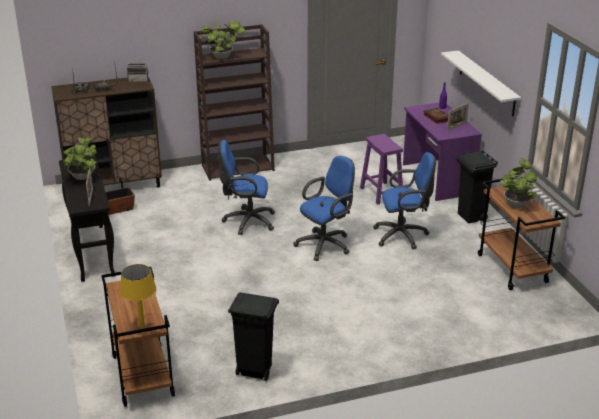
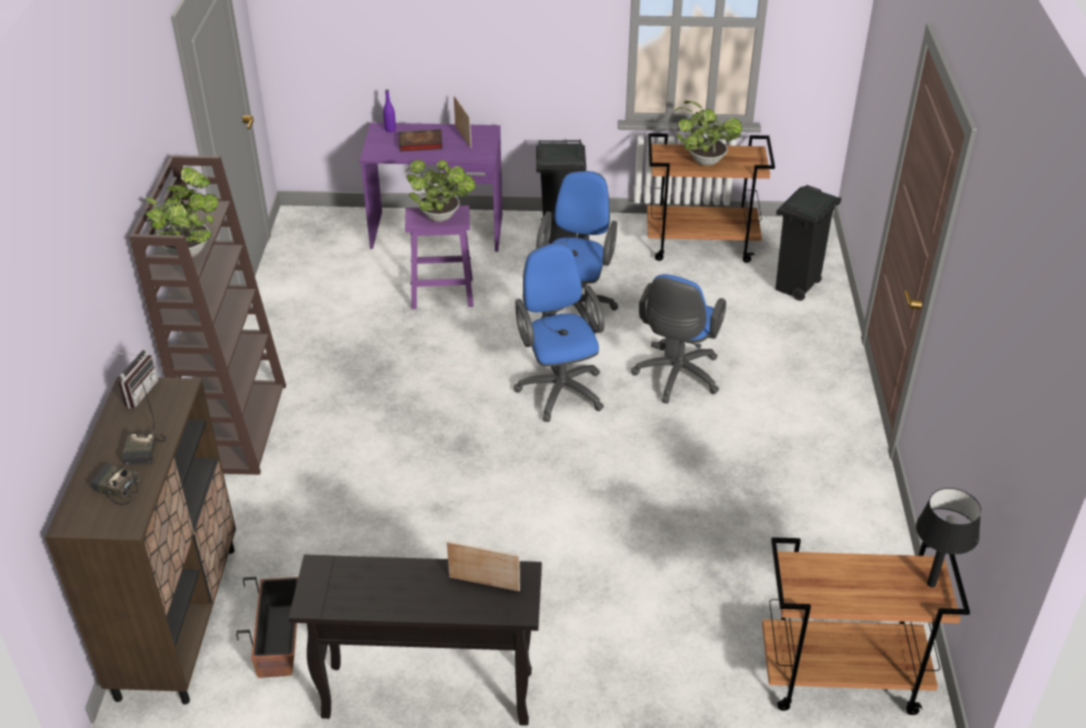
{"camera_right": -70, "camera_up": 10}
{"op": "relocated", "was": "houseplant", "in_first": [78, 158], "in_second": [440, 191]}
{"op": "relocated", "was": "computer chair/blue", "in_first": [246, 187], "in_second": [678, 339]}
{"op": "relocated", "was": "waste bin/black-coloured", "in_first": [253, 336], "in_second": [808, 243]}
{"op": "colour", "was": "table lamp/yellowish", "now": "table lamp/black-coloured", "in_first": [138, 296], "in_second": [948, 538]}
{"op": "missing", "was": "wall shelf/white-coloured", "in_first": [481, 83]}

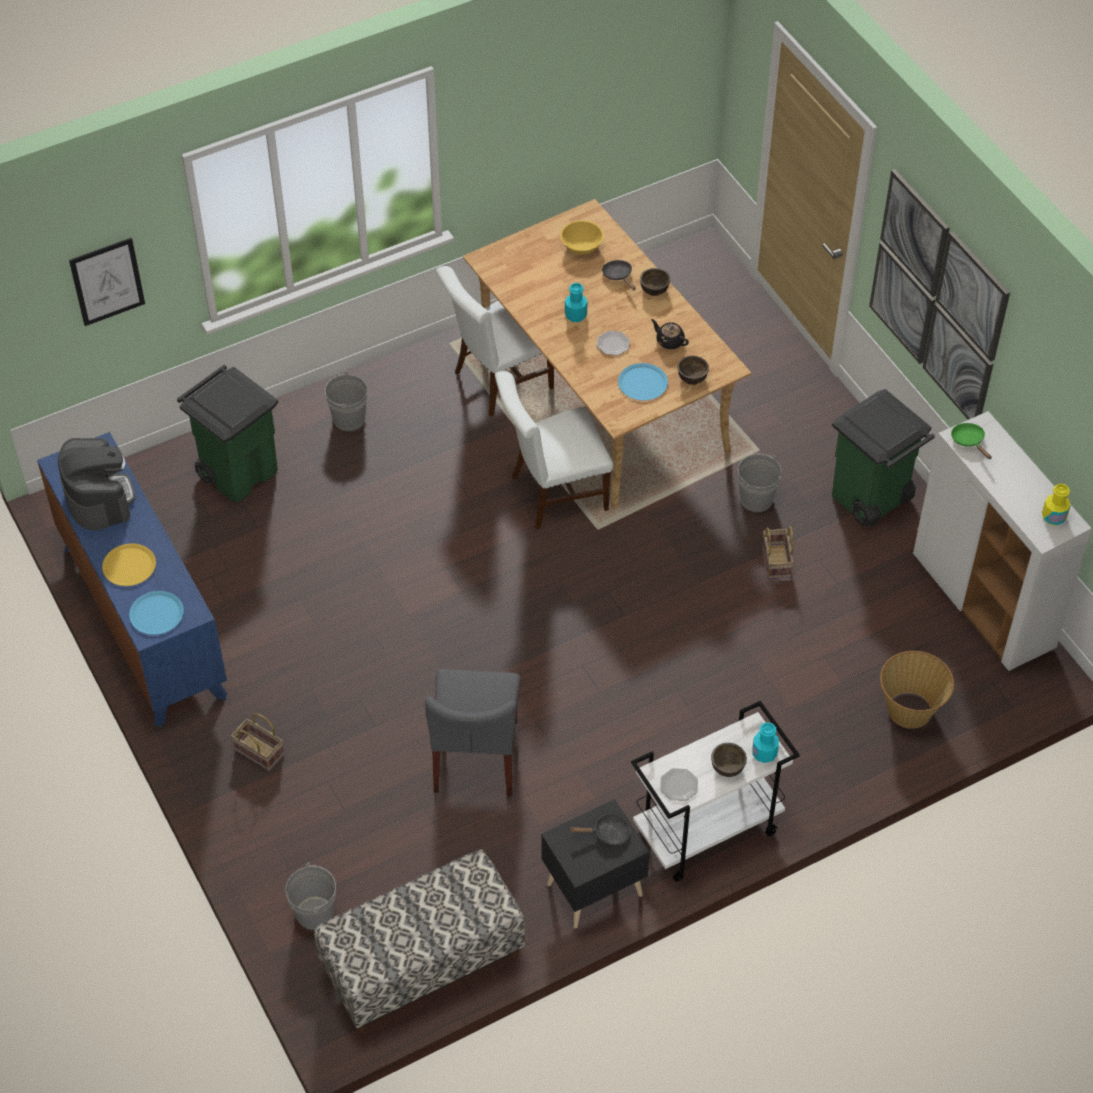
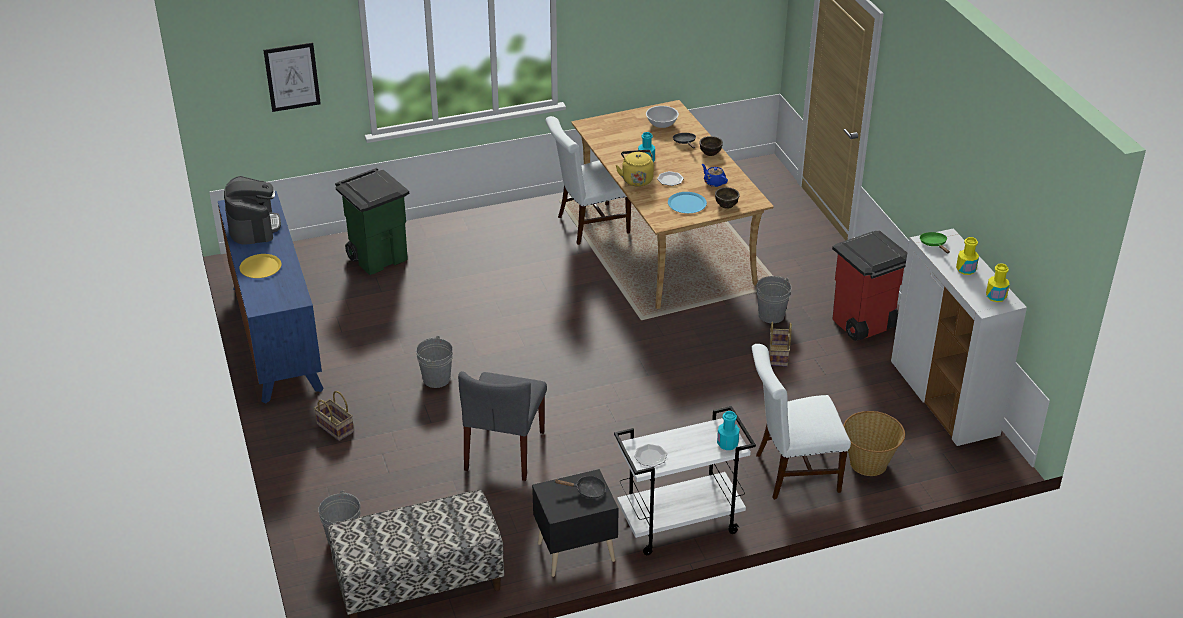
{"camera_right": 10, "camera_up": -15}
{"op": "relocated", "was": "water bucket/grey", "in_first": [346, 401], "in_second": [434, 362]}
{"op": "appeared", "now": "tea kettle/yellowish", "in_second": [635, 168]}
{"op": "colour", "was": "serving bowl/yellowish", "now": "serving bowl/white-coloured", "in_first": [582, 237], "in_second": [662, 117]}
{"op": "colour", "was": "pot for tea/black-coloured", "now": "pot for tea/blue", "in_first": [670, 334], "in_second": [715, 175]}
{"op": "relocated", "was": "upright chair/white-coloured", "in_first": [554, 450], "in_second": [801, 422]}
{"op": "colour", "was": "waste bin/green", "now": "waste bin/red-coloured", "in_first": [883, 457], "in_second": [869, 285]}
{"op": "appeared", "now": "beverage bottle/yellowish", "in_second": [967, 256]}
{"op": "missing", "was": "dinner plate/blue", "in_first": [156, 613]}
{"op": "missing", "was": "serving bowl/brown-coloured", "in_first": [729, 760]}
{"op": "missing", "was": "picture", "in_first": [939, 294]}

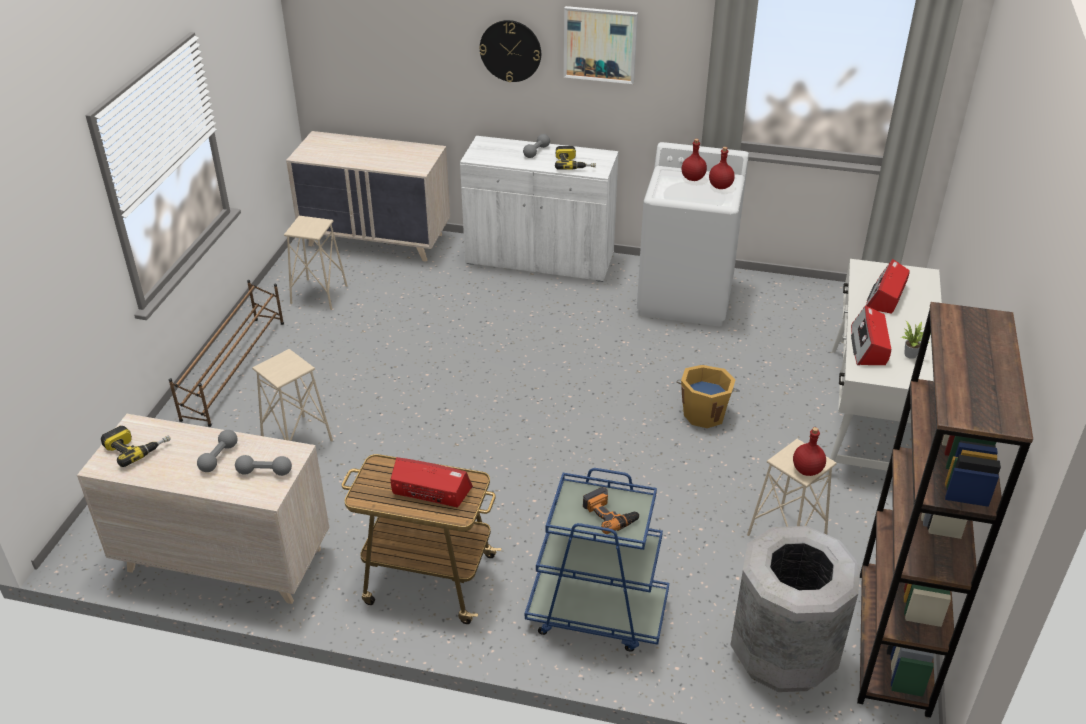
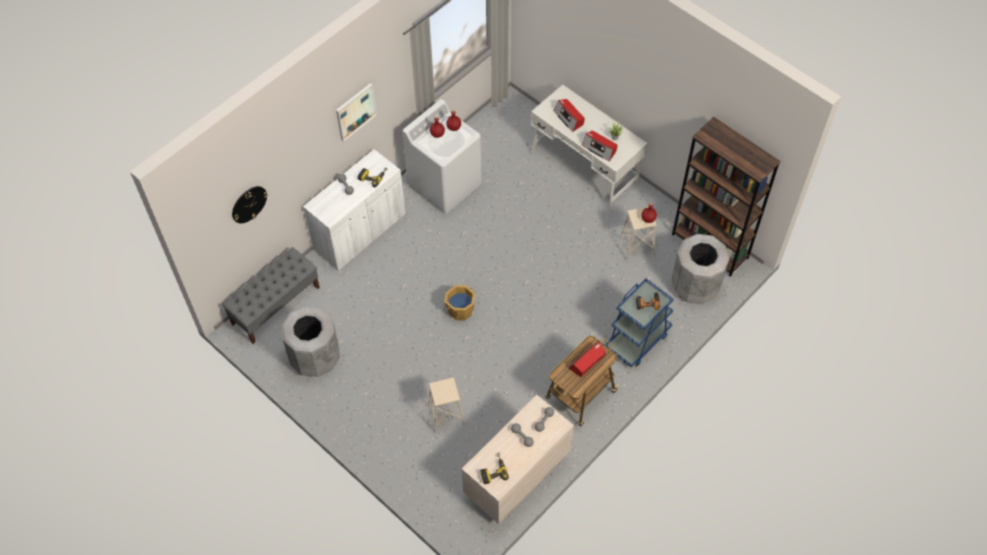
{"camera_right": -60, "camera_up": 20}
{"op": "exchanged", "was": "chest of drawers/beige-coloured", "now": "long seat/grey", "in_first": [368, 196], "in_second": [271, 295]}
{"op": "relocated", "was": "wall clock", "in_first": [510, 51], "in_second": [250, 204]}
{"op": "exchanged", "was": "sitting stool/beige-coloured", "now": "waste bin/grey", "in_first": [316, 263], "in_second": [310, 341]}
{"op": "relocated", "was": "water bucket/orange-coloured", "in_first": [708, 396], "in_second": [459, 303]}
{"op": "missing", "was": "shoe stand/brown-coloured", "in_first": [226, 353]}

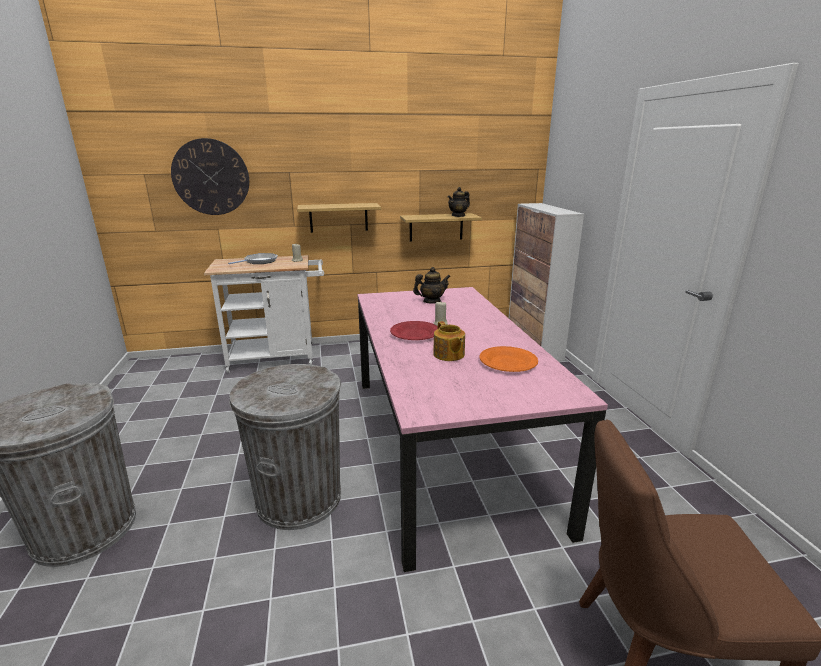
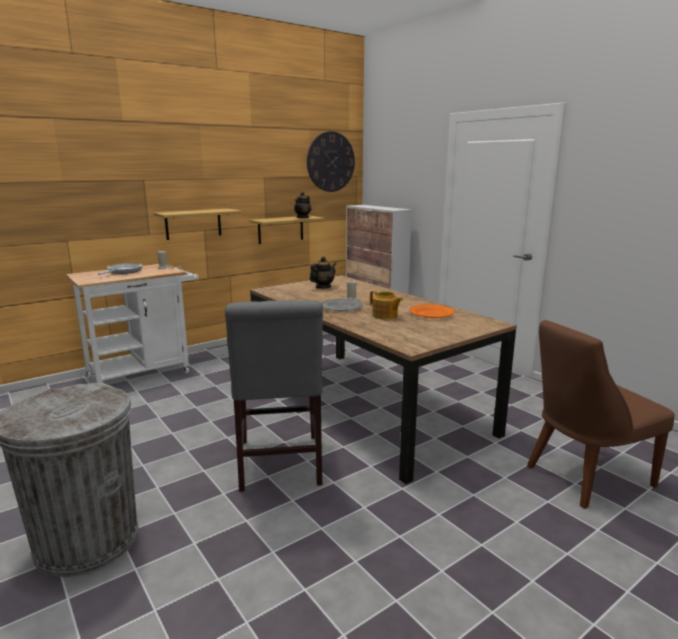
{"camera_right": -25, "camera_up": -5}
{"op": "exchanged", "was": "waste bin/grey", "now": "upright chair/grey", "in_first": [285, 447], "in_second": [274, 396]}
{"op": "colour", "was": "dinner table/pink", "now": "dinner table/brown-coloured", "in_first": [482, 429], "in_second": [383, 379]}
{"op": "relocated", "was": "wall clock", "in_first": [210, 176], "in_second": [331, 161]}
{"op": "colour", "was": "dinner plate/red-coloured", "now": "dinner plate/grey", "in_first": [414, 330], "in_second": [342, 305]}

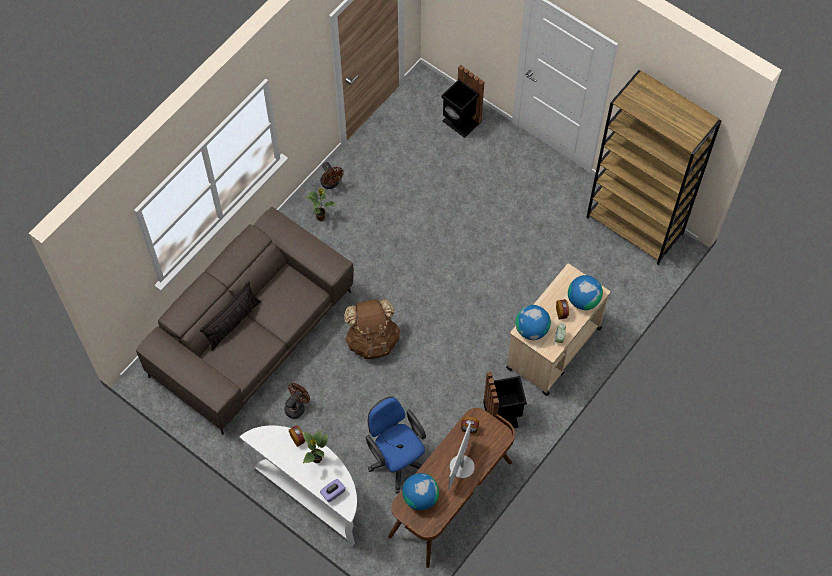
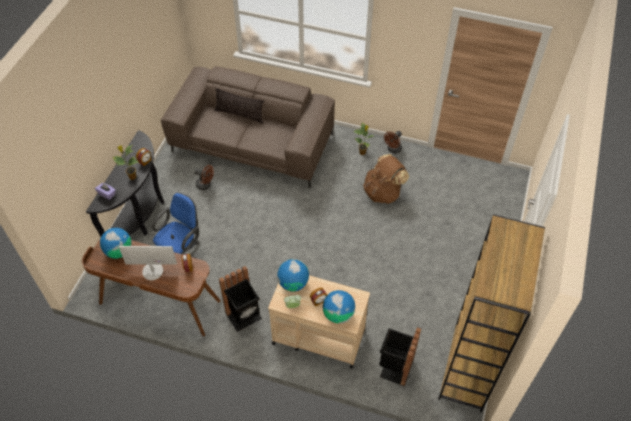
{"camera_right": 70, "camera_up": -10}
{"op": "colour", "was": "console table/white-coloured", "now": "console table/black-coloured", "in_first": [298, 486], "in_second": [125, 183]}
{"op": "relocated", "was": "rucksack/brown-coloured", "in_first": [372, 329], "in_second": [386, 179]}
{"op": "relocated", "was": "waste bin/black-coloured", "in_first": [462, 101], "in_second": [400, 356]}

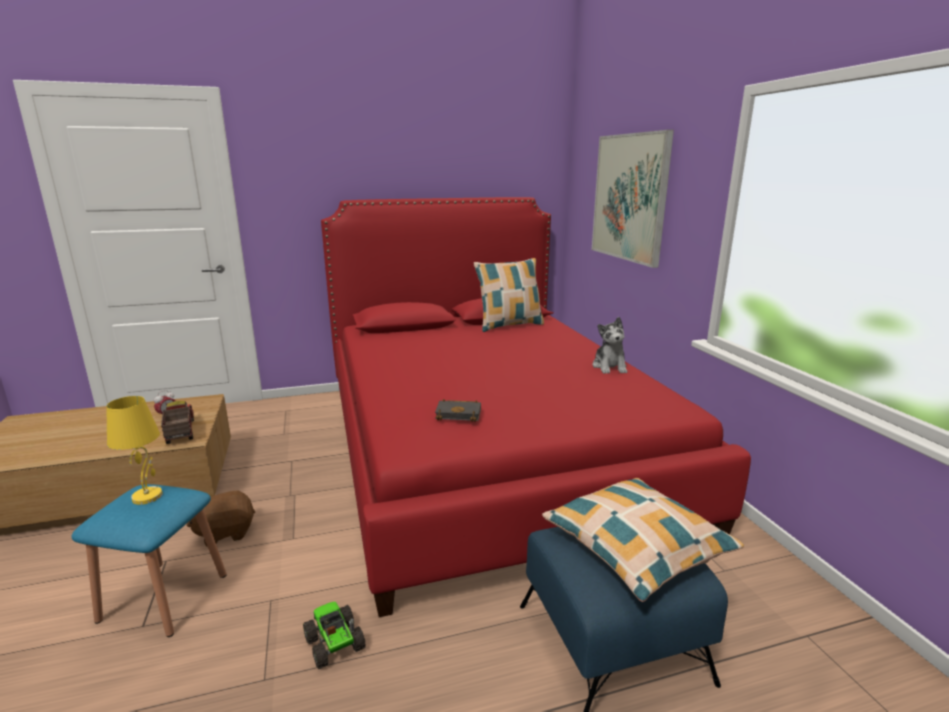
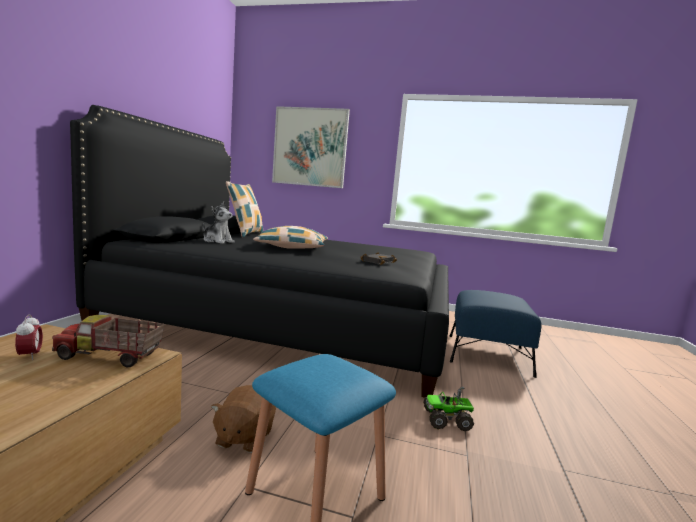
{"camera_right": -60, "camera_up": -10}
{"op": "colour", "was": "sleeping bed/red-coloured", "now": "sleeping bed/black-coloured", "in_first": [536, 407], "in_second": [259, 251]}
{"op": "relocated", "was": "plush toy", "in_first": [610, 345], "in_second": [219, 222]}
{"op": "relocated", "was": "cushion", "in_first": [643, 540], "in_second": [290, 237]}
{"op": "missing", "was": "table lamp/yellowish", "in_first": [134, 450]}

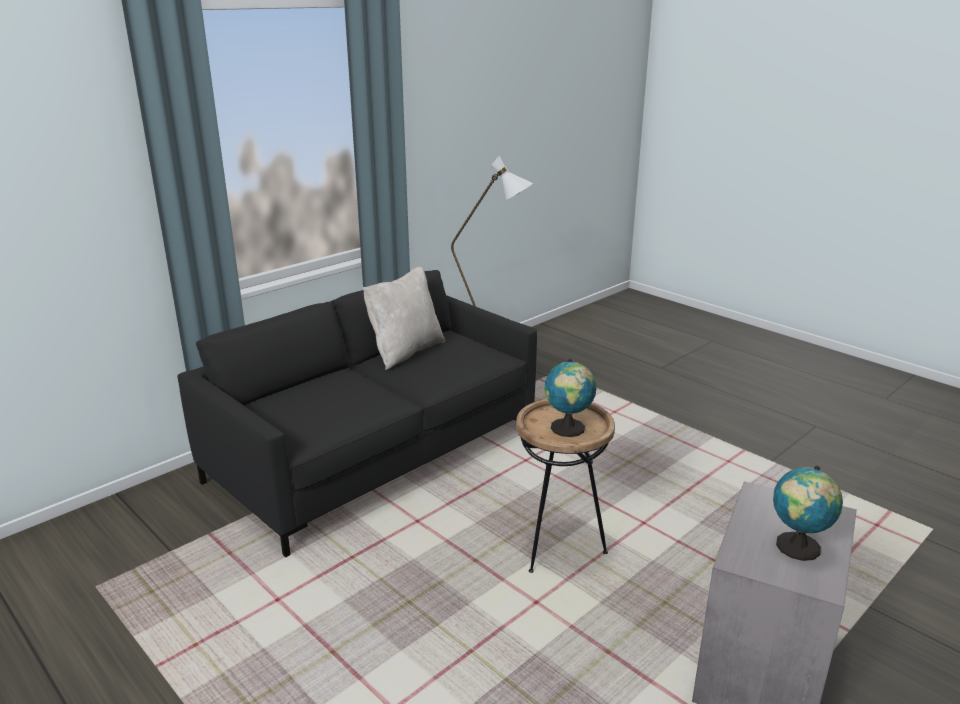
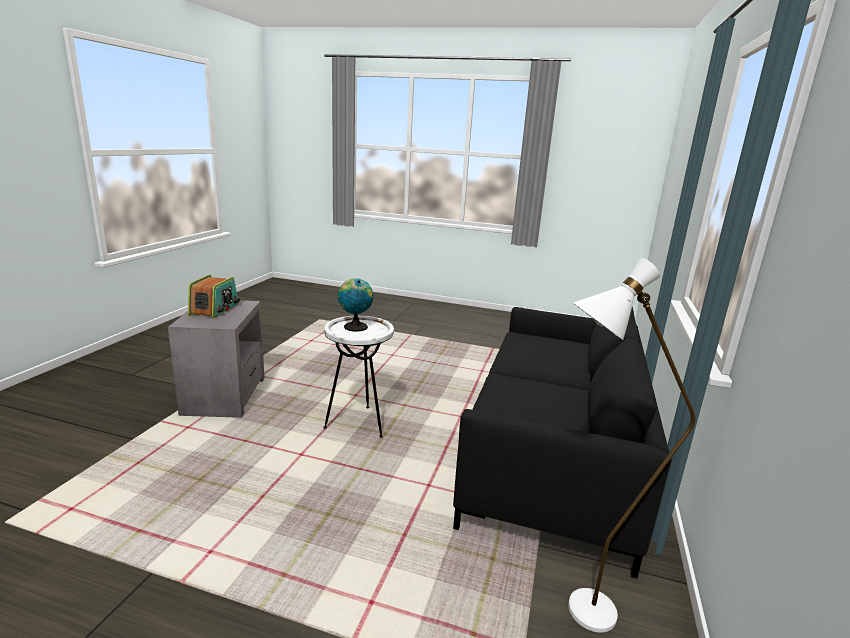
{"camera_right": 150, "camera_up": -5}
{"op": "exchanged", "was": "desk globe", "now": "radio receiver", "in_first": [808, 513], "in_second": [214, 296]}
{"op": "colour", "was": "end table/brown-coloured", "now": "end table/white-coloured", "in_first": [565, 486], "in_second": [358, 377]}
{"op": "missing", "was": "cushion/beige-coloured", "in_first": [404, 318]}

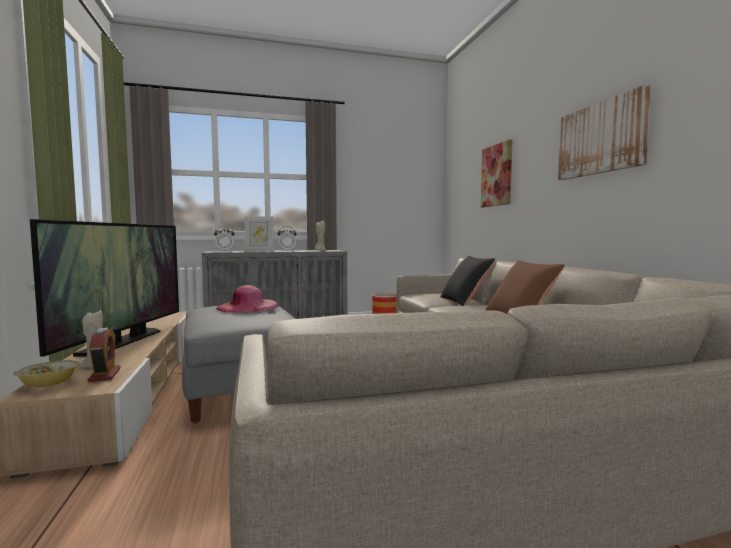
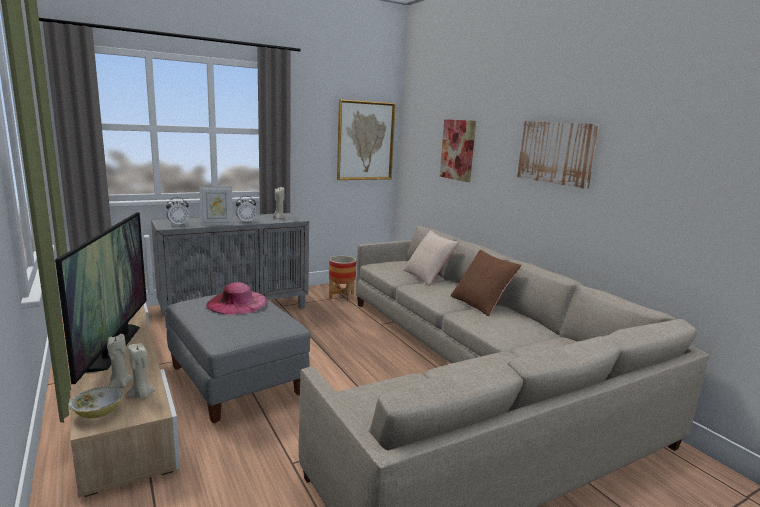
{"camera_right": -15, "camera_up": 10}
{"op": "exchanged", "was": "table clock", "now": "wax light/beige-coloured", "in_first": [104, 354], "in_second": [141, 371]}
{"op": "appeared", "now": "picture", "in_second": [366, 139]}
{"op": "colour", "was": "cushion/black-coloured", "now": "cushion/beige-coloured", "in_first": [468, 281], "in_second": [431, 258]}

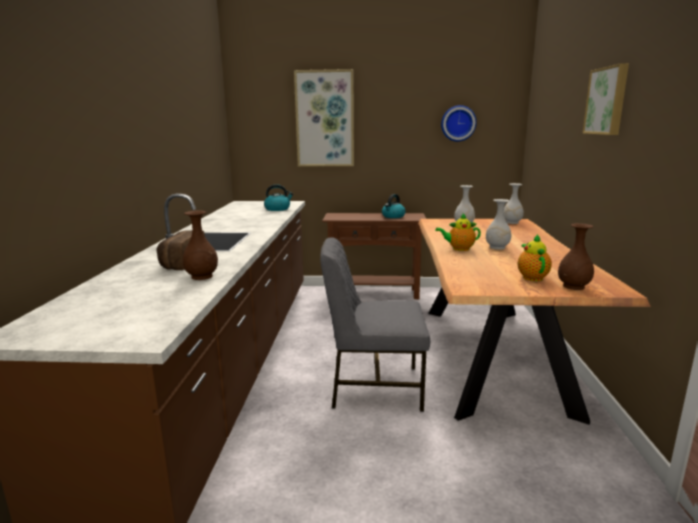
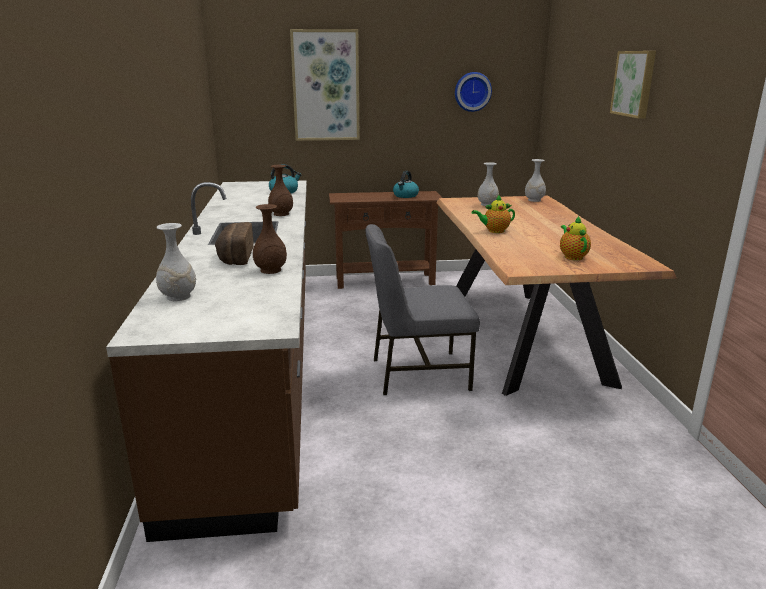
{"camera_right": -10, "camera_up": 5}
{"op": "relocated", "was": "decorative vase/white-coloured", "in_first": [498, 224], "in_second": [176, 262]}
{"op": "relocated", "was": "decorative vase/brown-coloured", "in_first": [576, 256], "in_second": [280, 190]}

